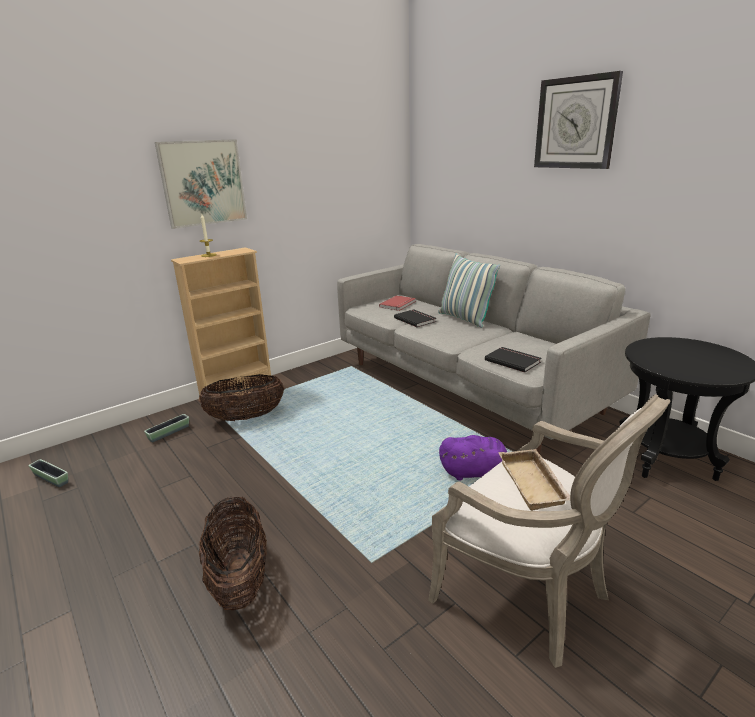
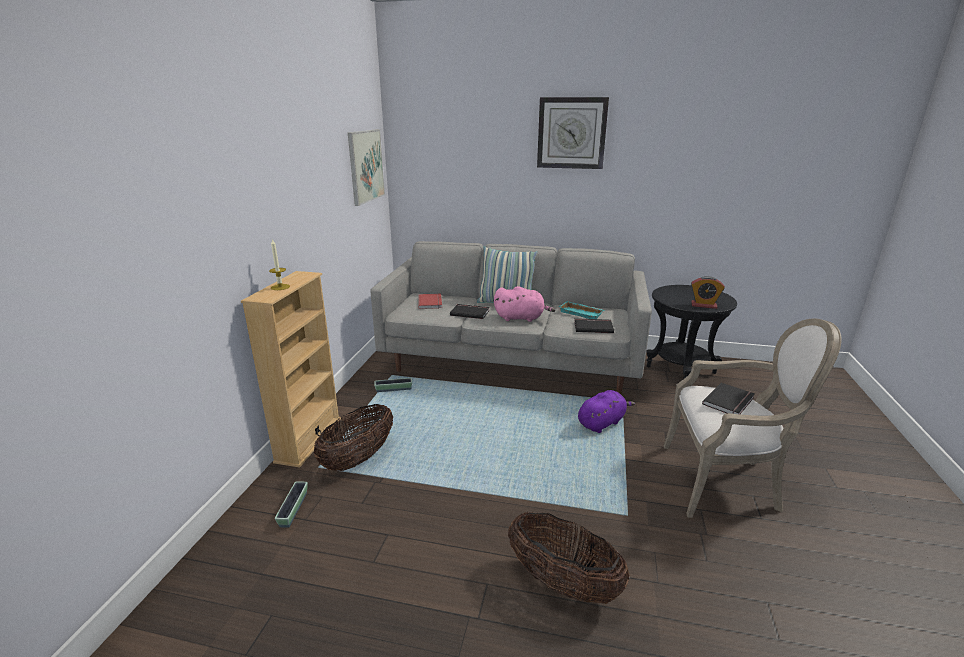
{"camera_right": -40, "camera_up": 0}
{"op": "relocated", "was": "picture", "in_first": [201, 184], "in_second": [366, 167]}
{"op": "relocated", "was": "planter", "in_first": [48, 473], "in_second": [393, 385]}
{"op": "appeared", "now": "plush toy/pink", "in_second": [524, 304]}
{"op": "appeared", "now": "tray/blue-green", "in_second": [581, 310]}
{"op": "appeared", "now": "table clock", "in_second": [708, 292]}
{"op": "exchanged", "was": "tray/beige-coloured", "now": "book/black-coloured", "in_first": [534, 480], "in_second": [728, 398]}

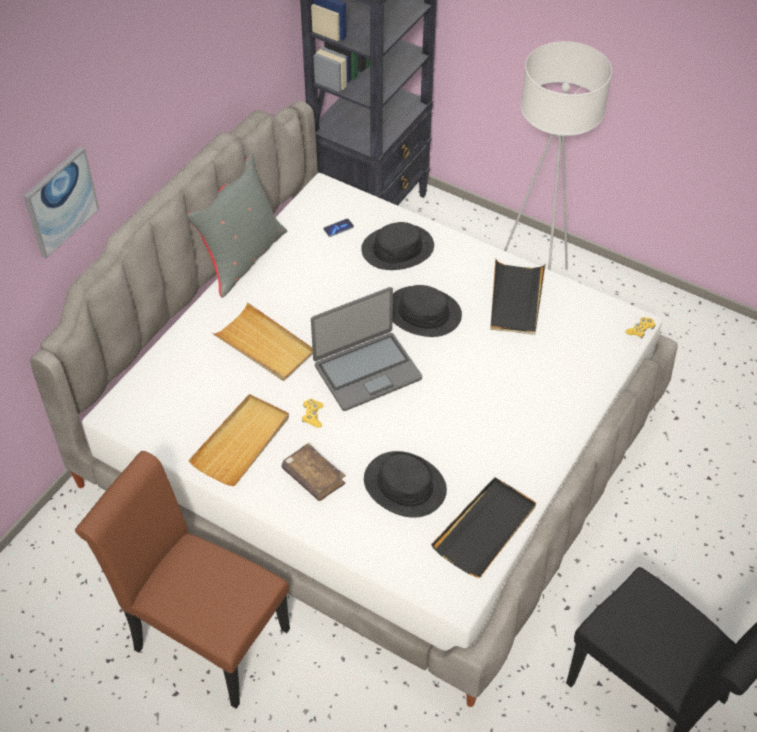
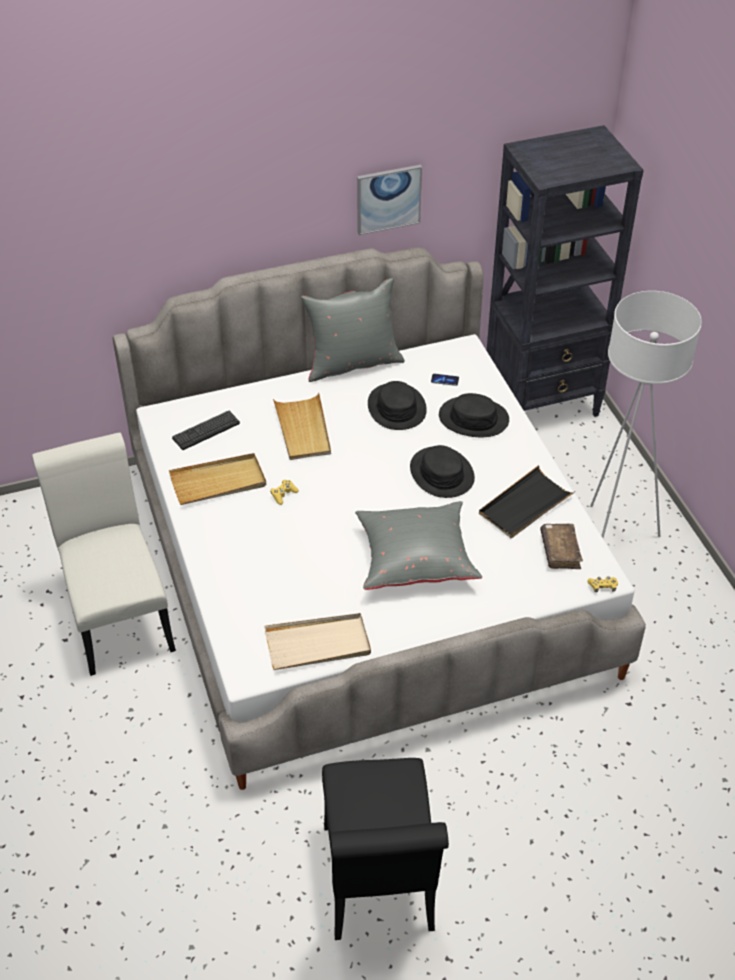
{"camera_right": 40, "camera_up": -5}
{"op": "colour", "was": "upright chair/brown-coloured", "now": "upright chair/white-coloured", "in_first": [182, 580], "in_second": [104, 554]}
{"op": "appeared", "now": "computer keyboard", "in_second": [206, 430]}
{"op": "colour", "was": "tray/black-coloured", "now": "tray/beige-coloured", "in_first": [483, 527], "in_second": [317, 641]}
{"op": "appeared", "now": "cushion/grey", "in_second": [418, 545]}
{"op": "relocated", "was": "picture", "in_first": [61, 202], "in_second": [389, 200]}
{"op": "relocated", "was": "clothing hat/black-coloured", "in_first": [405, 484], "in_second": [397, 405]}
{"op": "relocated", "was": "book/brown-coloured", "in_first": [313, 472], "in_second": [561, 546]}
{"op": "missing", "was": "laptop", "in_first": [366, 349]}

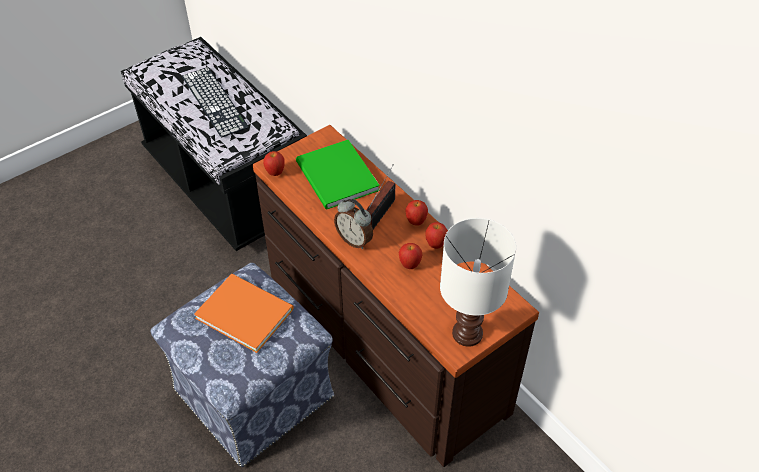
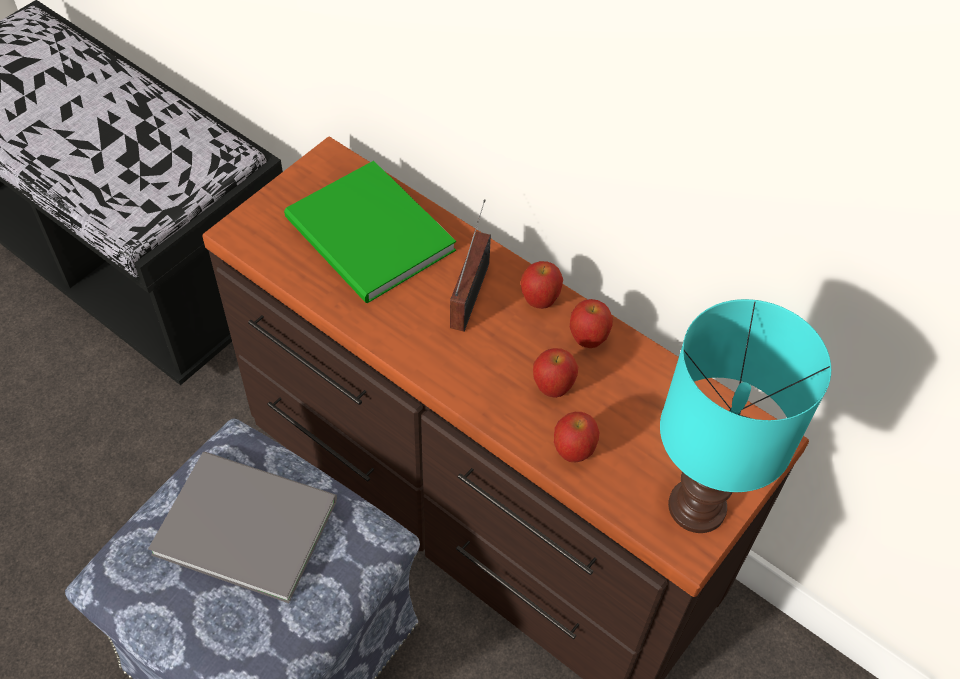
{"camera_right": -15, "camera_up": 5}
{"op": "colour", "was": "book/orange-coloured", "now": "book/grey", "in_first": [244, 313], "in_second": [242, 527]}
{"op": "relocated", "was": "apple", "in_first": [274, 163], "in_second": [576, 437]}
{"op": "colour", "was": "table lamp/white-coloured", "now": "table lamp/blue-green", "in_first": [478, 282], "in_second": [745, 416]}
{"op": "missing", "was": "computer keyboard", "in_first": [215, 102]}
{"op": "missing", "was": "table clock", "in_first": [353, 224]}

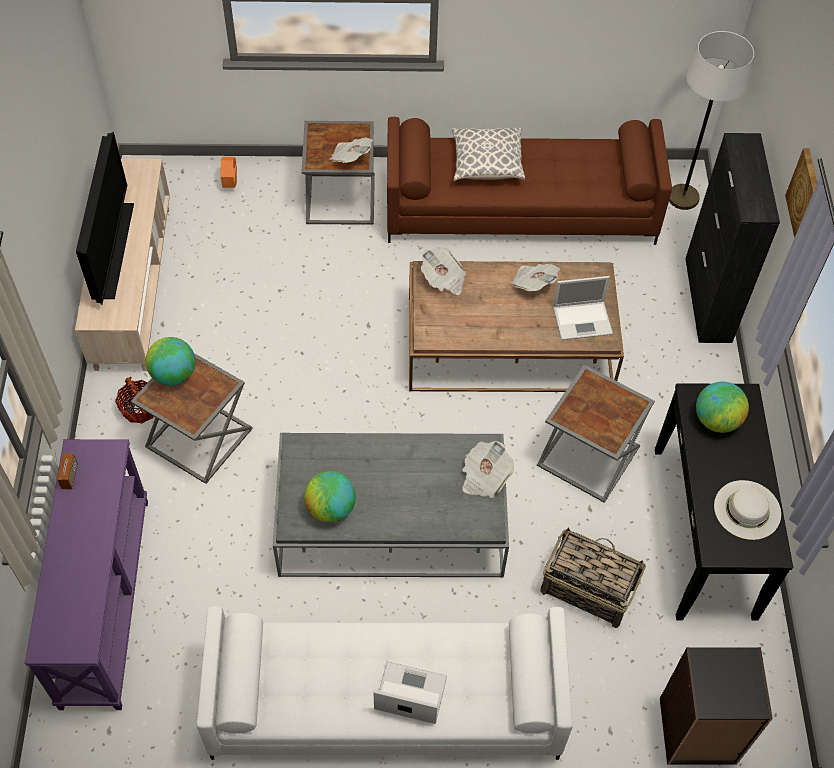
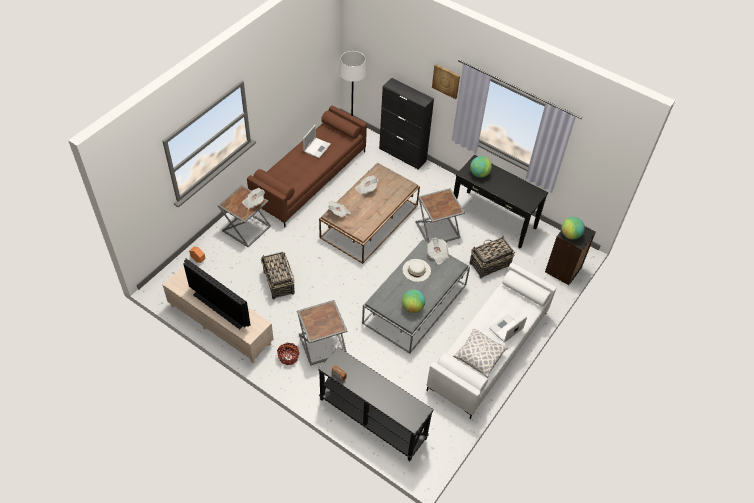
{"camera_right": -55, "camera_up": -5}
{"op": "appeared", "now": "basket", "in_second": [278, 276]}
{"op": "relocated", "was": "laptop", "in_first": [583, 308], "in_second": [317, 141]}
{"op": "colour", "was": "console table/purplish", "now": "console table/black-coloured", "in_first": [86, 574], "in_second": [376, 404]}
{"op": "relocated", "was": "clothing hat/white-coloured", "in_first": [747, 510], "in_second": [417, 270]}
{"op": "relocated", "was": "cushion", "in_first": [488, 154], "in_second": [480, 353]}
{"op": "relocated", "was": "desk globe", "in_first": [170, 361], "in_second": [573, 228]}

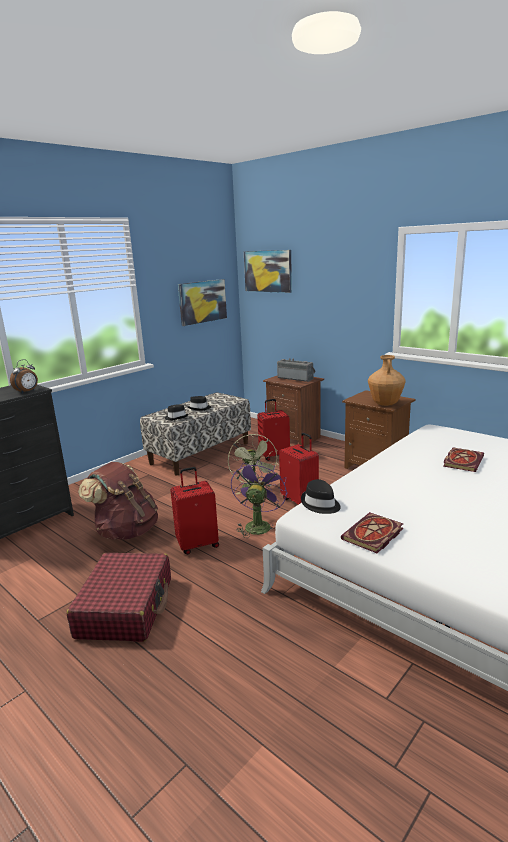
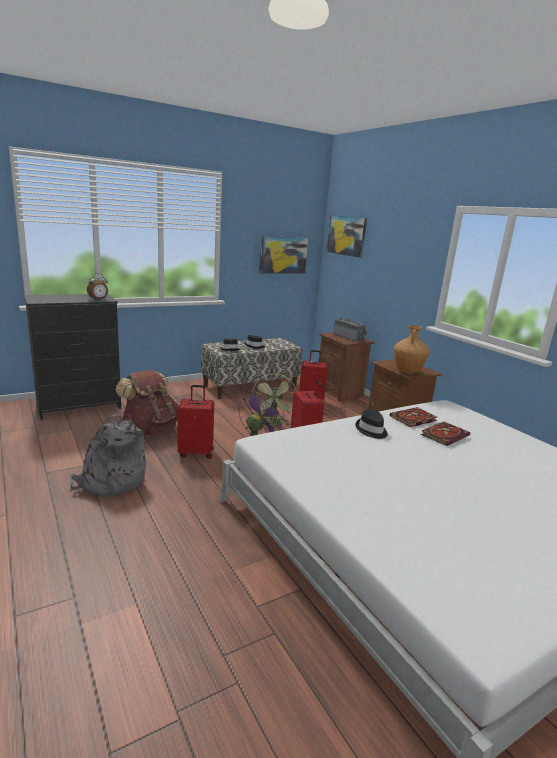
{"camera_right": 15, "camera_up": 0}
{"op": "exchanged", "was": "piece of luggage/red-coloured", "now": "rucksack/grey", "in_first": [119, 597], "in_second": [107, 455]}
{"op": "relocated", "was": "clothing hat/black-coloured", "in_first": [321, 496], "in_second": [372, 424]}
{"op": "relocated", "was": "book", "in_first": [372, 532], "in_second": [413, 417]}

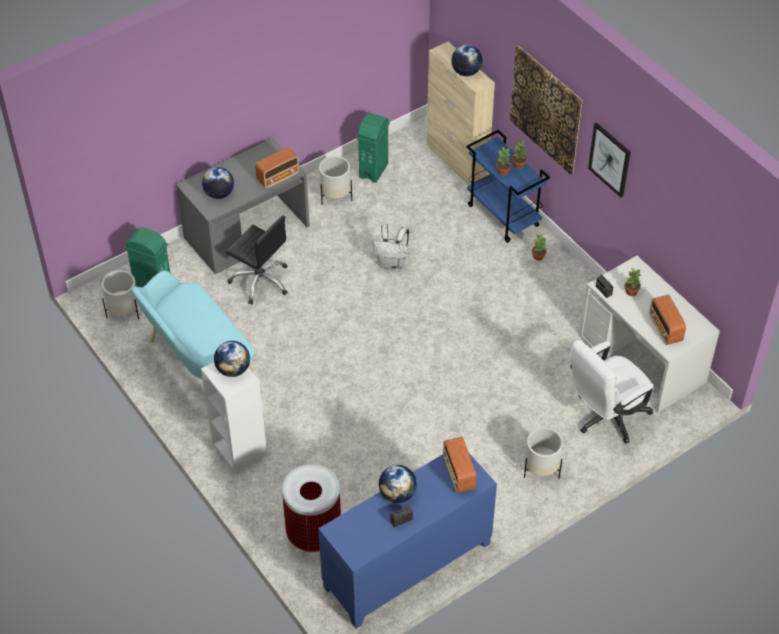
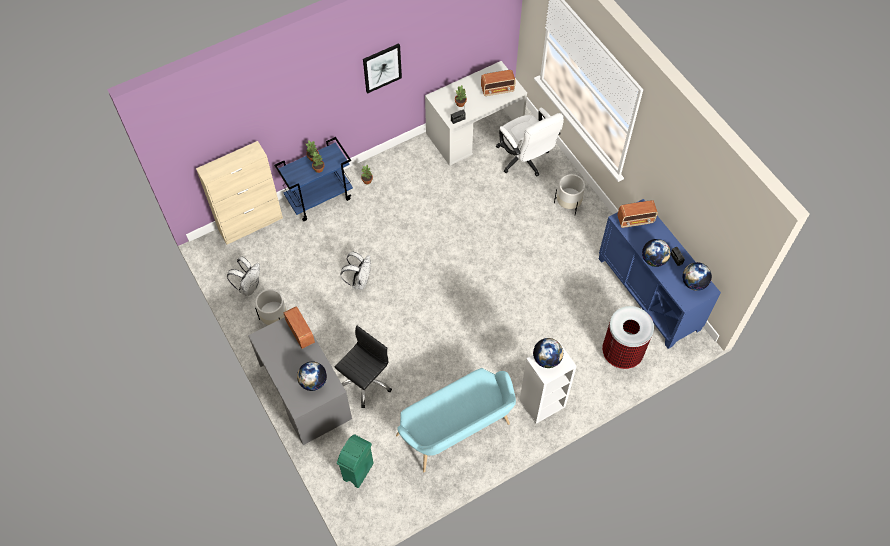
{"camera_right": -85, "camera_up": 10}
{"op": "exchanged", "was": "waste bin/green", "now": "rucksack/white-coloured", "in_first": [373, 148], "in_second": [243, 276]}
{"op": "relocated", "was": "desk globe", "in_first": [467, 60], "in_second": [697, 276]}
{"op": "missing", "was": "planter/white-coloured", "in_first": [120, 295]}
{"op": "missing", "was": "picture", "in_first": [546, 110]}

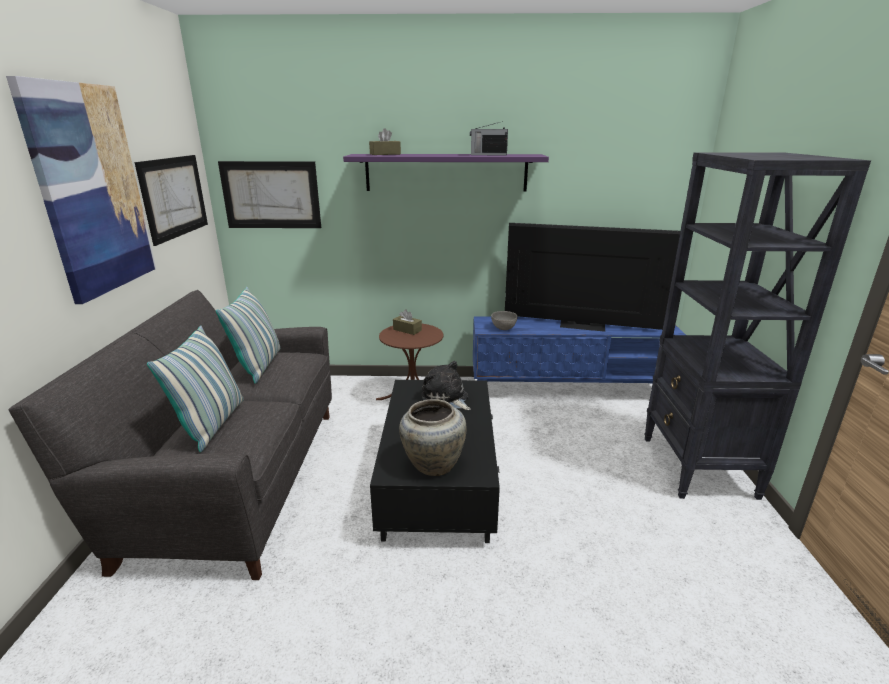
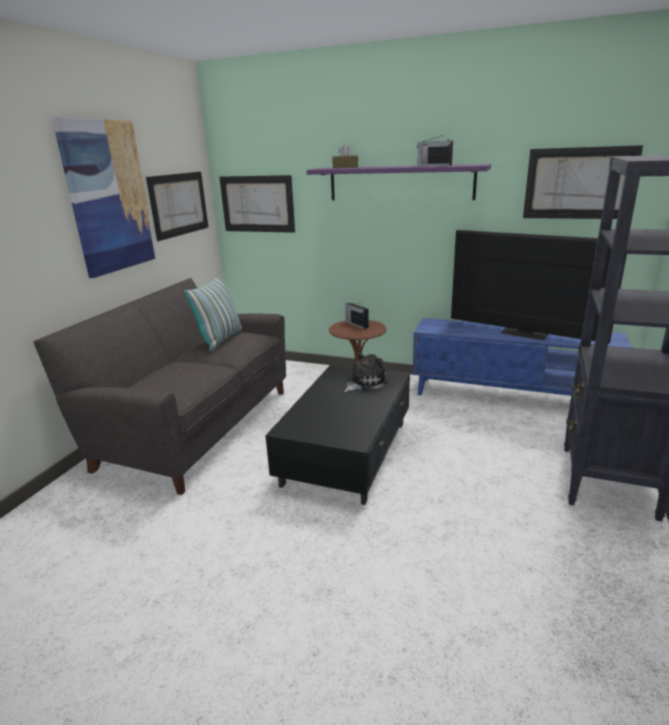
{"camera_right": 20, "camera_up": 0}
{"op": "spun", "was": "plush toy", "in_first": [446, 385], "in_second": [366, 372], "clockwise": 75}
{"op": "exchanged", "was": "tissue box/brown-coloured", "now": "radio receiver", "in_first": [407, 322], "in_second": [357, 316]}
{"op": "appeared", "now": "picture", "in_second": [583, 182]}
{"op": "missing", "was": "cushion", "in_first": [195, 389]}
{"op": "missing", "was": "decorative vase/beige-coloured", "in_first": [433, 437]}
{"op": "missing", "was": "serving bowl/grey", "in_first": [504, 320]}

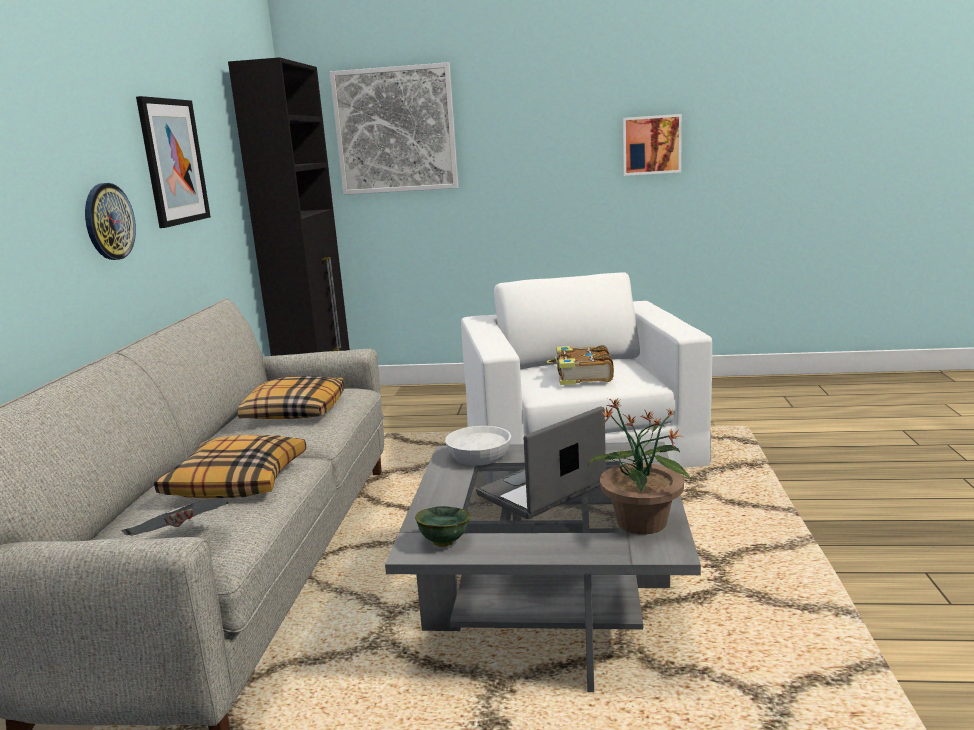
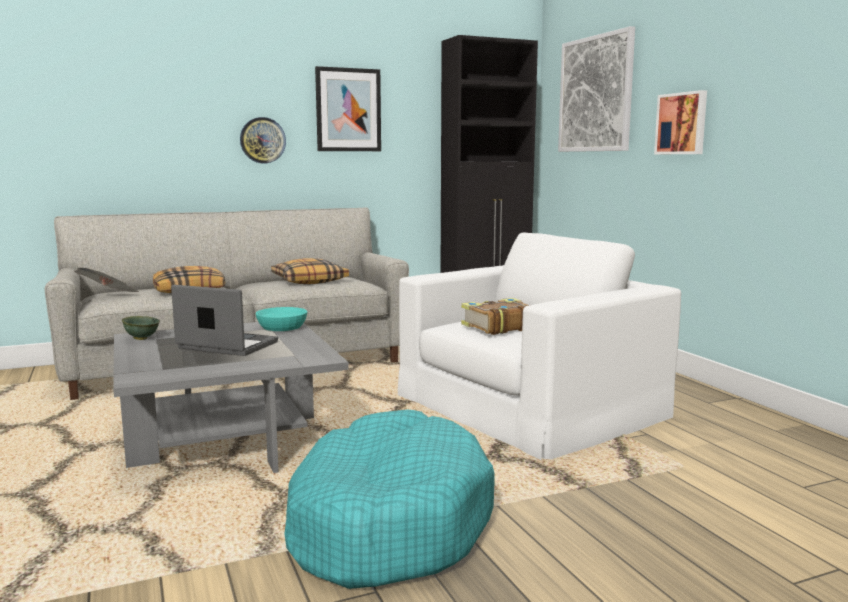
{"camera_right": 60, "camera_up": -5}
{"op": "colour", "was": "serving bowl/white-coloured", "now": "serving bowl/blue-green", "in_first": [478, 446], "in_second": [281, 319]}
{"op": "appeared", "now": "dog bed/blue-green", "in_second": [389, 499]}
{"op": "relocated", "was": "picture", "in_first": [652, 145], "in_second": [680, 122]}
{"op": "missing", "was": "houseplant", "in_first": [639, 466]}

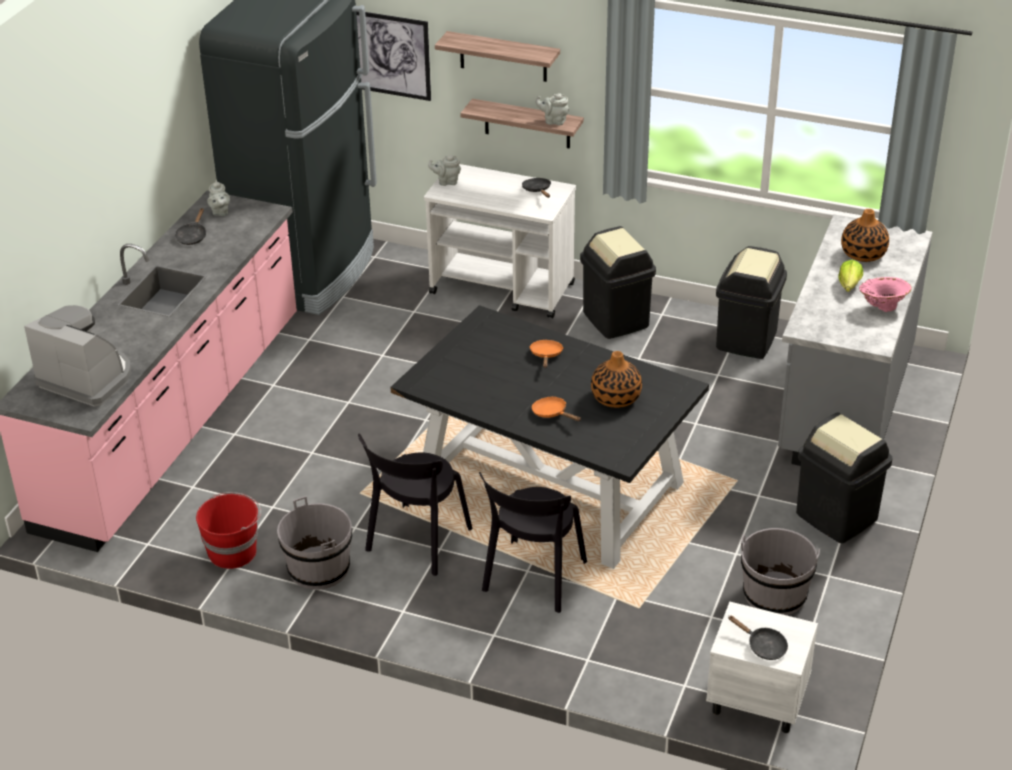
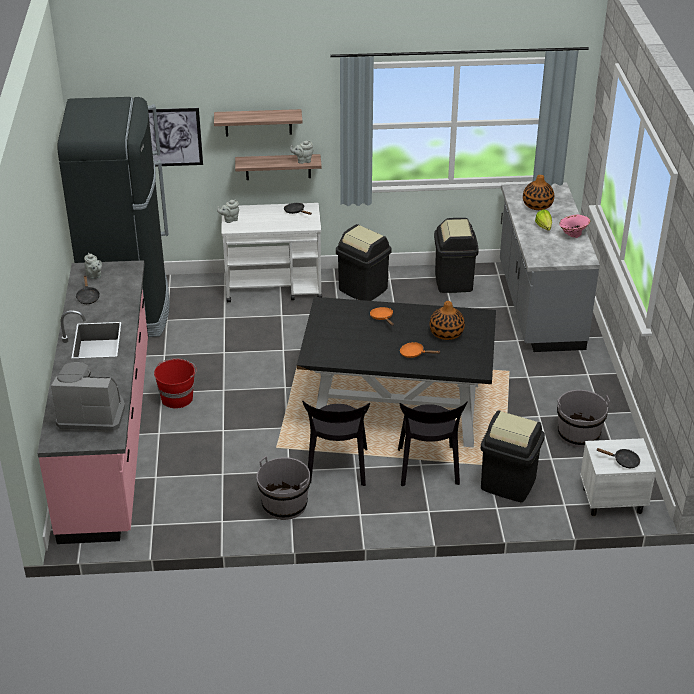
{"camera_right": -25, "camera_up": 0}
{"op": "relocated", "was": "water bucket/red-coloured", "in_first": [228, 530], "in_second": [175, 384]}
{"op": "relocated", "was": "waste bin/black-coloured", "in_first": [844, 477], "in_second": [513, 456]}

